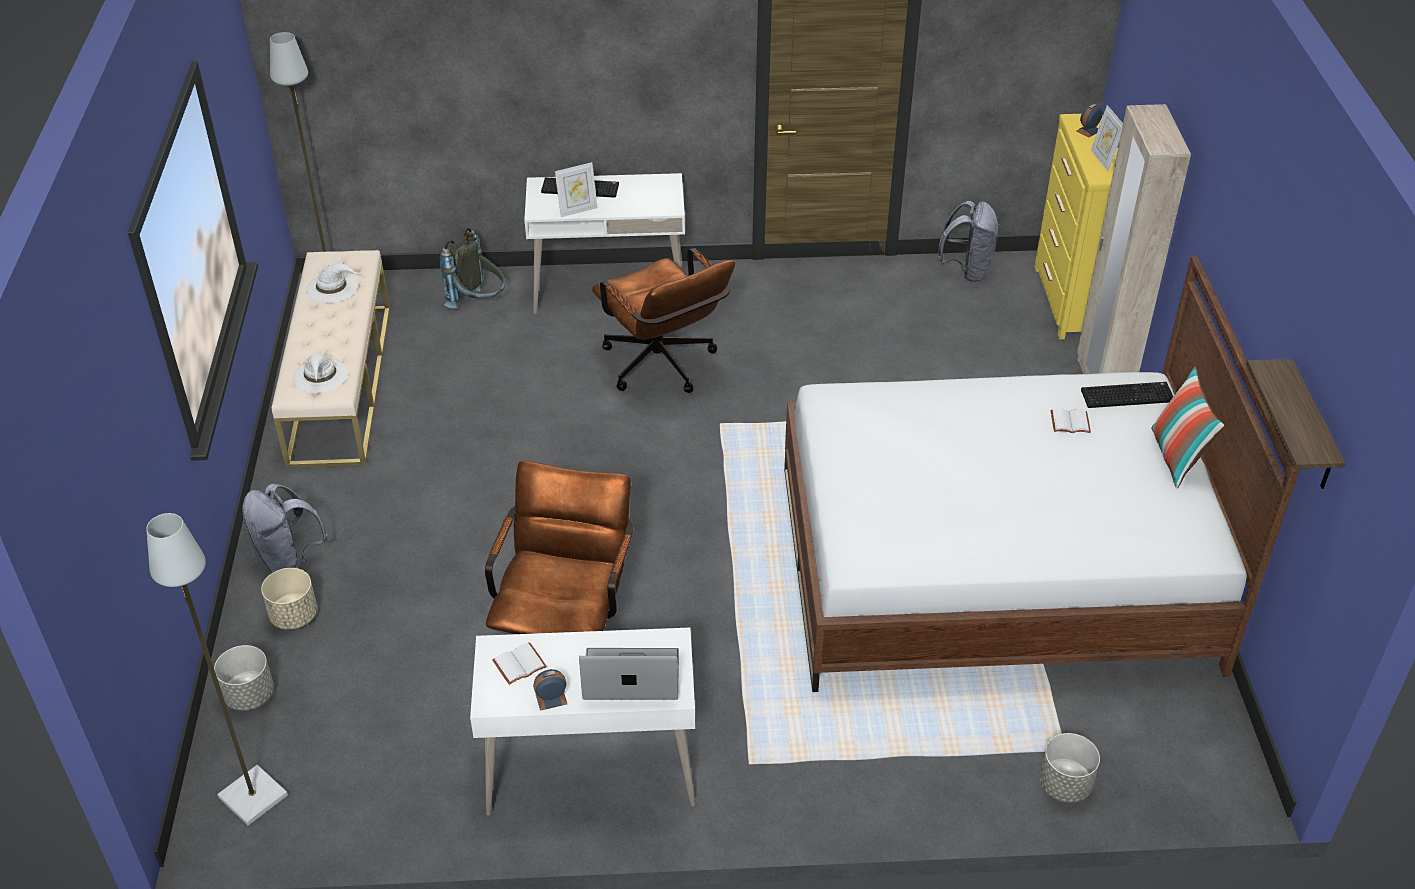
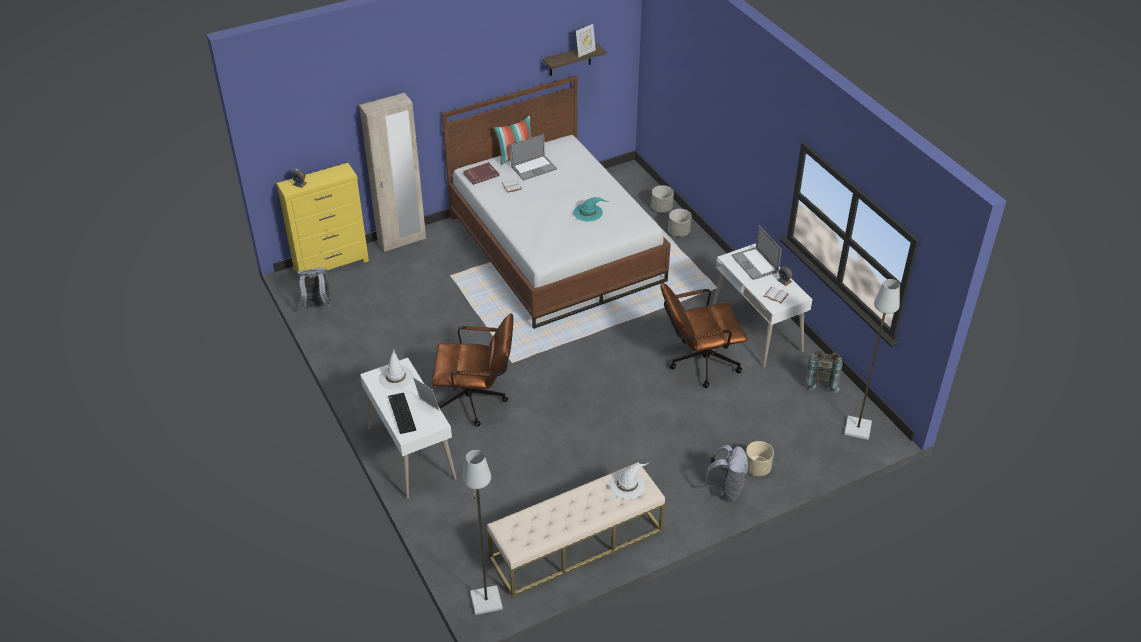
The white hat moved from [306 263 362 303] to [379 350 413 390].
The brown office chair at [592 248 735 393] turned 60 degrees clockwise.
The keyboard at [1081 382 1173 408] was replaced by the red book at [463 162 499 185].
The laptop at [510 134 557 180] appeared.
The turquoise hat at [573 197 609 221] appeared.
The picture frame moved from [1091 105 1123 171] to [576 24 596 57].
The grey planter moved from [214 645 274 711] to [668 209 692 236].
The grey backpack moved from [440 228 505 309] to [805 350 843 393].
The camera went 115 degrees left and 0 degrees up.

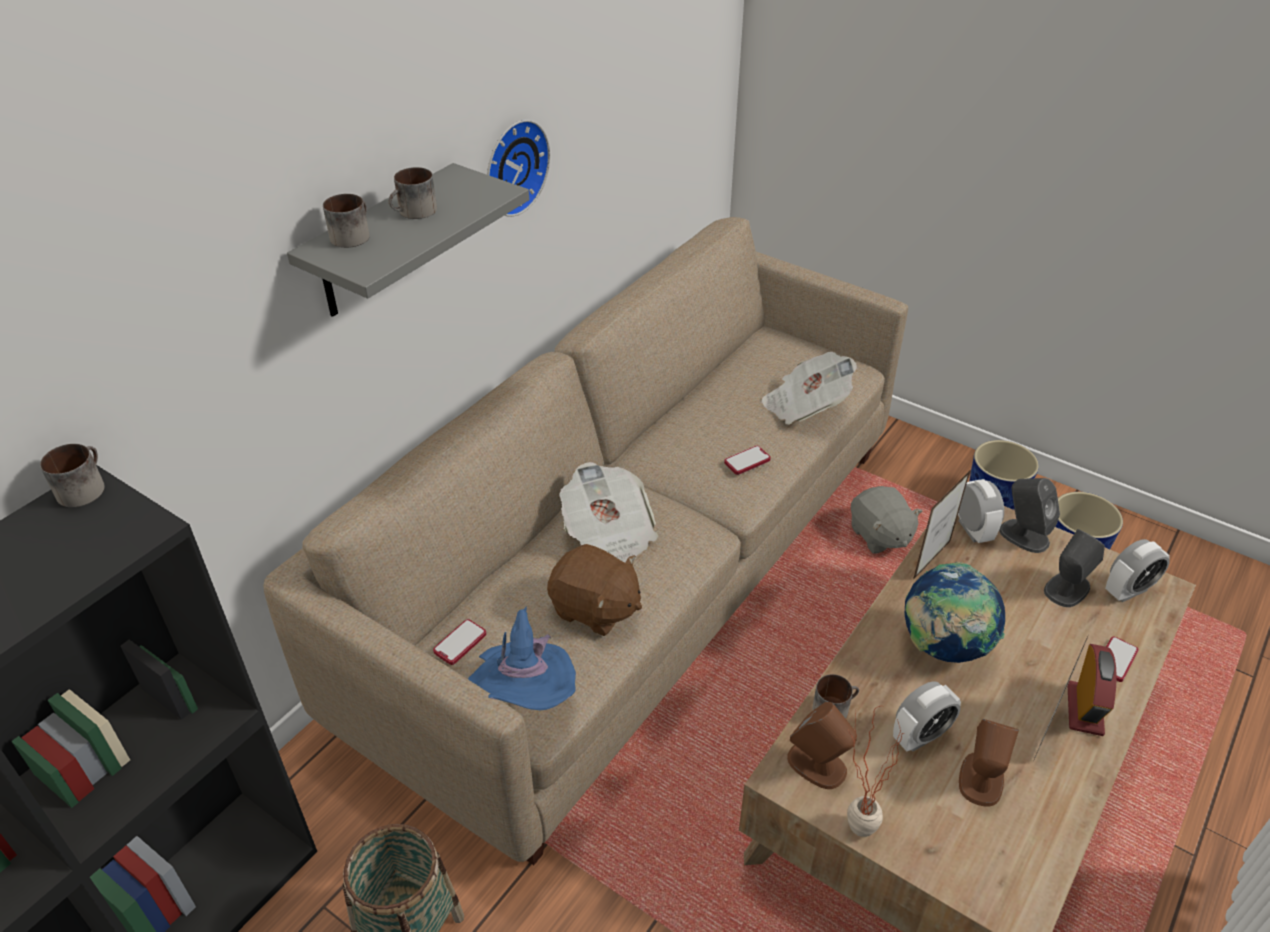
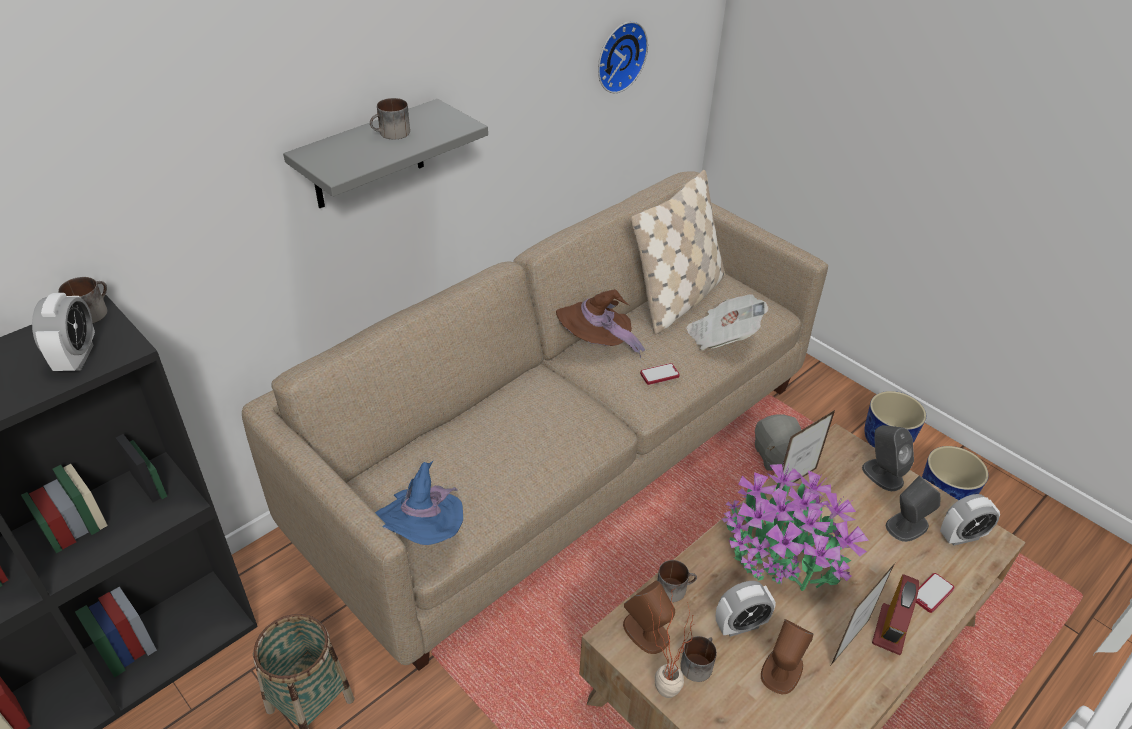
The alarm clock moved from [958 479 1004 543] to [32 293 95 371].
The brown hat at [556 289 645 359] appeared.
The wall clock moved from [487 119 550 217] to [598 21 648 93].
The beige pillow at [631 170 725 334] appeared.
The mug moved from [323 194 370 248] to [680 636 717 682].
The globe at [905 562 1005 663] was replaced by the potted plant at [722 463 869 591].
The phone at [433 619 486 665] disappeared.
The brown plush toy at [547 544 642 636] disappeared.
The newspaper at [559 462 658 562] disappeared.
The camera went 10 degrees right and 0 degrees up.

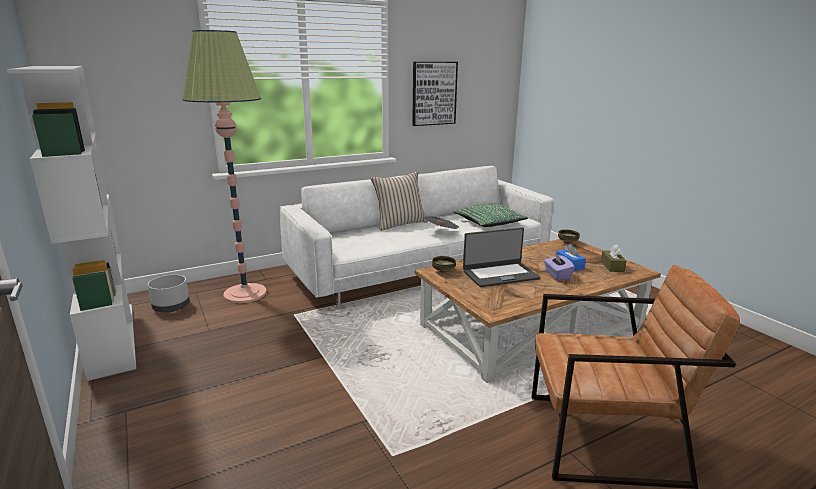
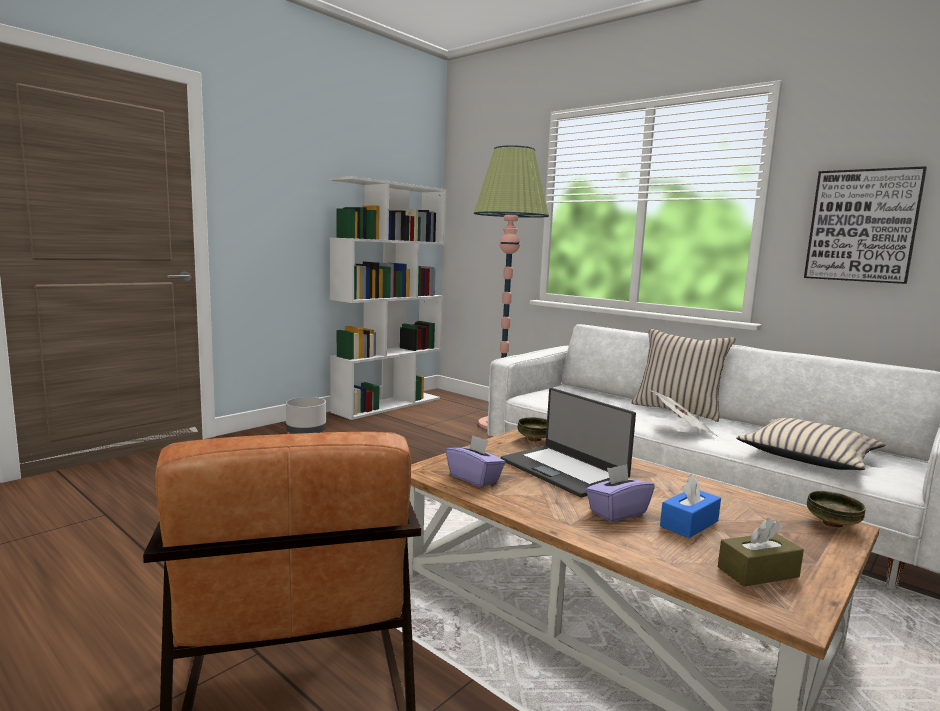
The grey planter moved from [148 275 190 312] to [286 397 326 434].
The purple tissue box at [446 435 506 487] appeared.
The green pillow at [453 203 528 227] became the beige pillow at [736 418 885 470].
The camera went 70 degrees right and 10 degrees down.

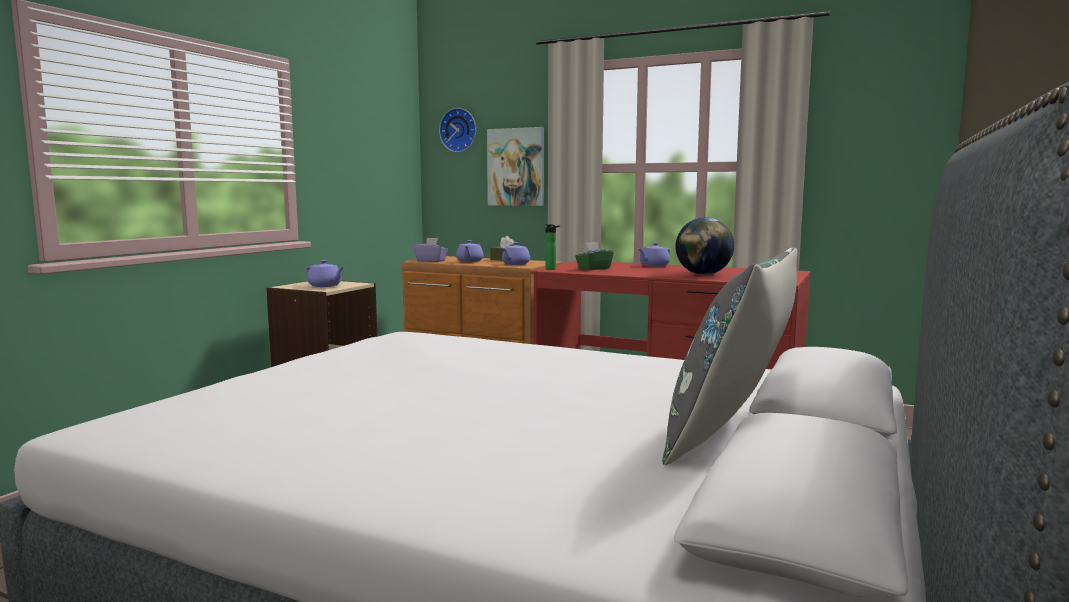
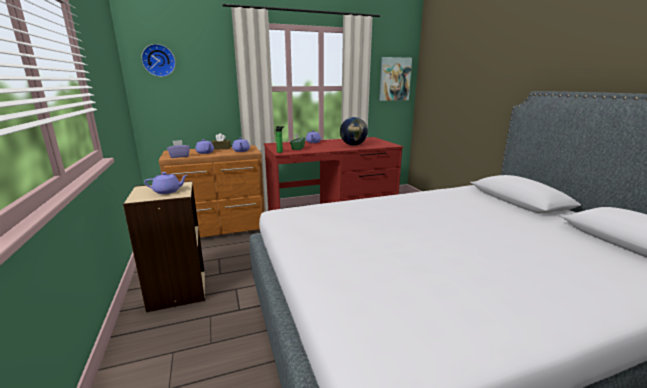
The picture moved from [487 127 544 206] to [379 57 412 101].
The grey pillow at [663 247 798 465] disappeared.
The camera went 45 degrees left and 10 degrees up.

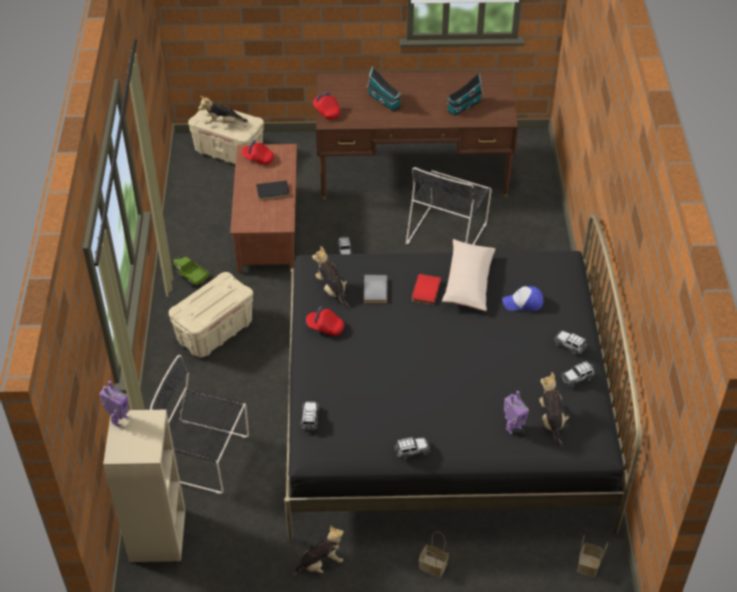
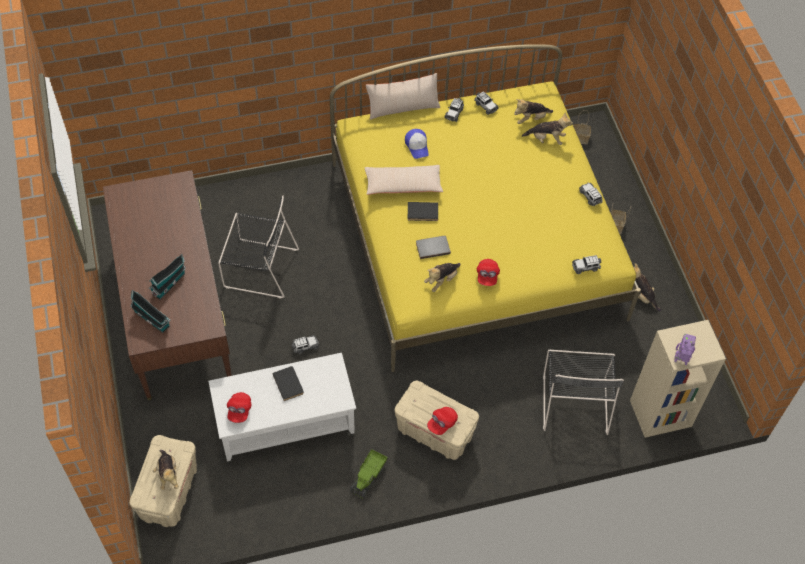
The toy house moved from [446 73 483 116] to [130 290 170 333].
The brown coffee table at [230 144 297 274] became the white coffee table at [208 353 356 462].
The black bed at [284 214 642 541] became the yellow bed at [330 44 641 372].
The beige pillow at [366 73 440 120] appeared.
The red book at [412 274 441 305] became the black book at [408 202 438 221].
The red cap moved from [313 92 341 119] to [427 407 458 435].
The toy robot at [504 391 529 434] was replaced by the plush toy at [522 113 573 145].
The camera went 105 degrees left and 10 degrees up.

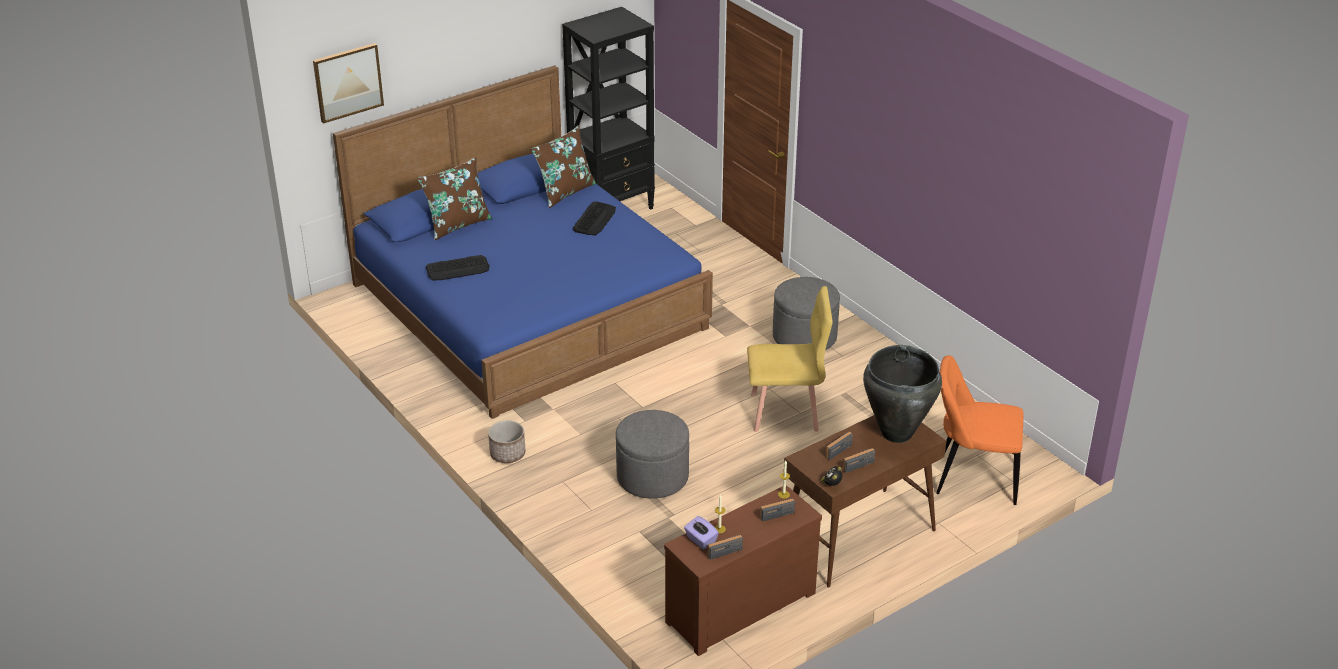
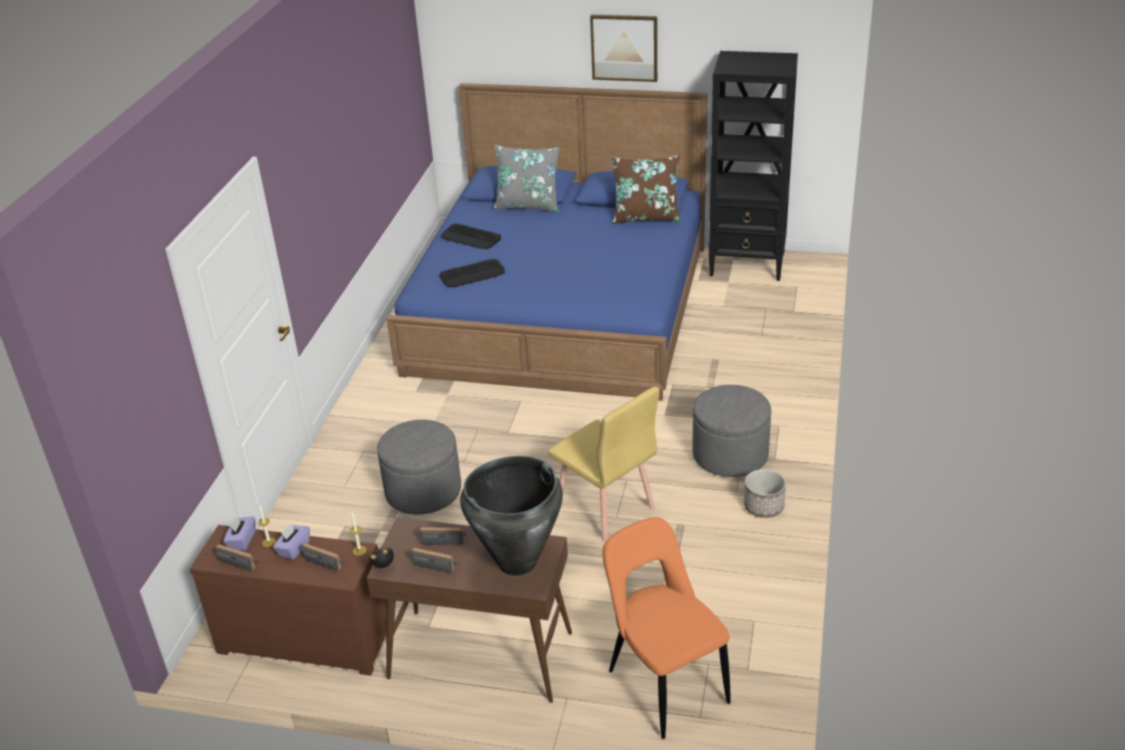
The purple tissue box at [273 524 310 560] appeared.
The keyboard moved from [573 201 616 235] to [439 259 505 287].
The brown pillow at [418 157 492 240] became the grey pillow at [494 145 560 213].
The picture moved from [313 43 384 124] to [590 15 657 82].
The planter moved from [488 420 525 463] to [744 469 786 518].
The camera went 50 degrees right and 0 degrees up.

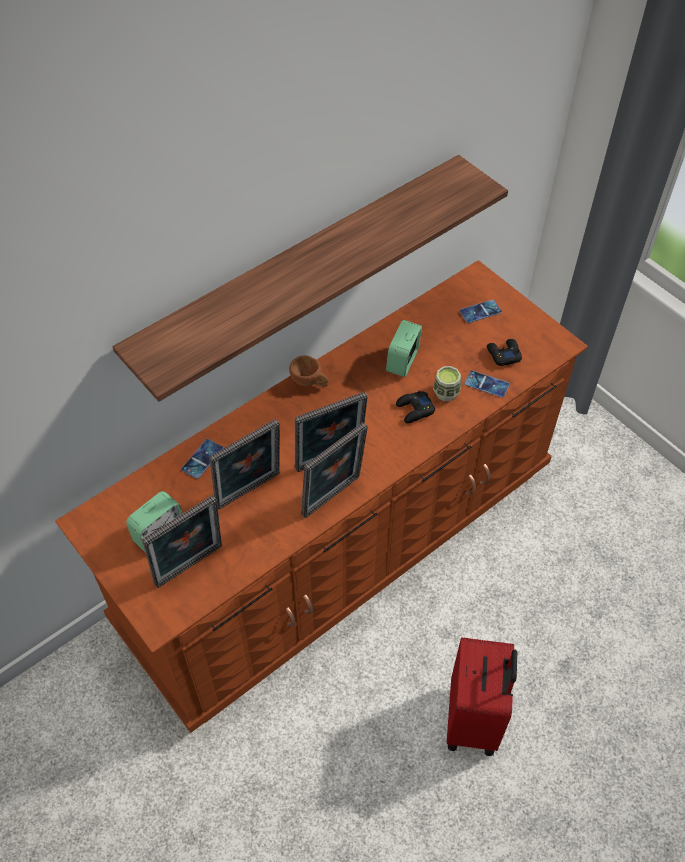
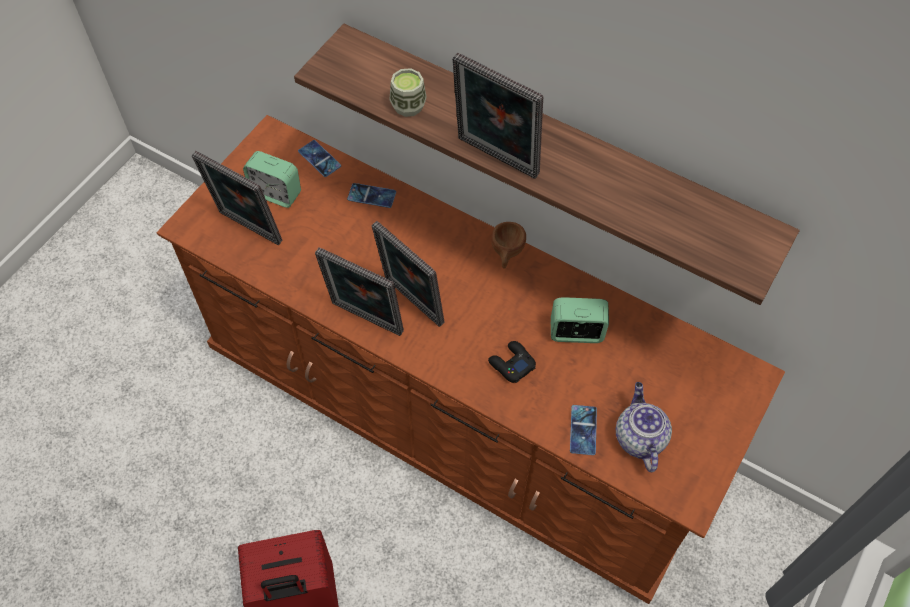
The phone moved from [459 300 502 323] to [298 140 341 177].
The cup moved from [433 366 461 401] to [389 68 427 117].
The picture frame moved from [209 419 280 509] to [452 53 543 179].
The black game controller at [487 339 522 366] was replaced by the teapot at [616 382 672 472].
The camera went 70 degrees right and 5 degrees up.

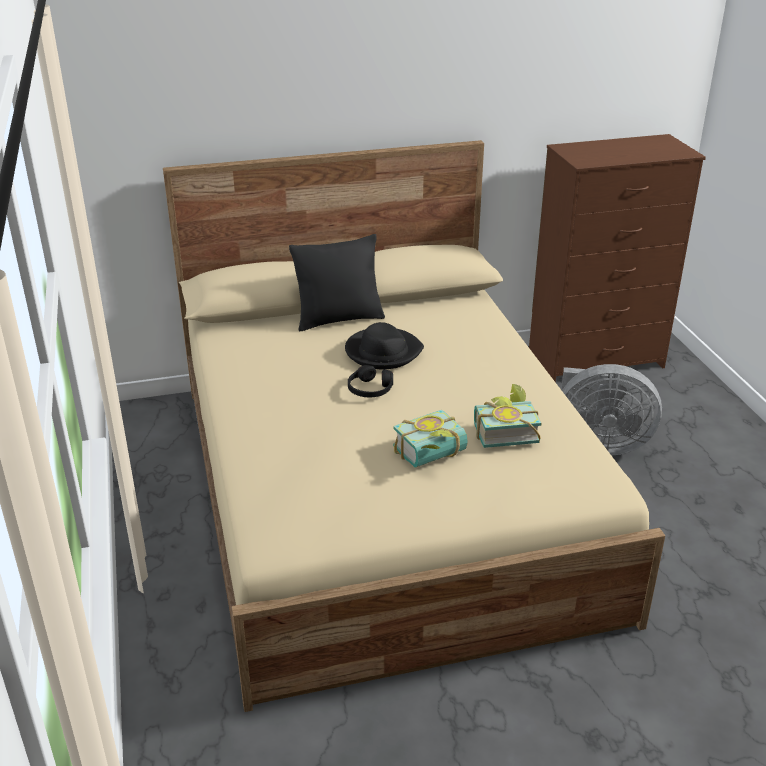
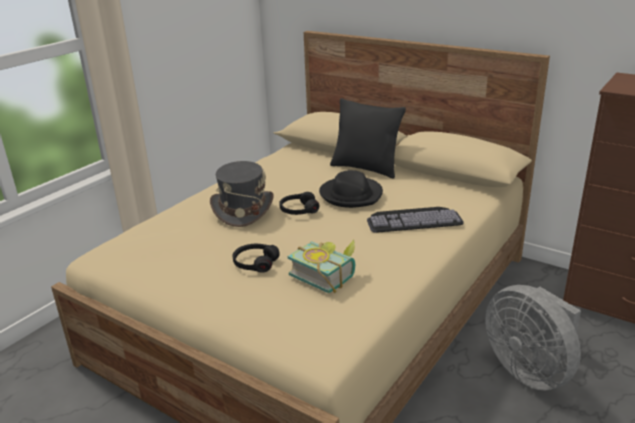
The grey hat at [210 161 274 227] appeared.
The book at [393 410 468 468] was replaced by the black headphones at [233 244 280 273].
The keyboard at [367 207 464 233] appeared.
The camera went 50 degrees right and 5 degrees down.

